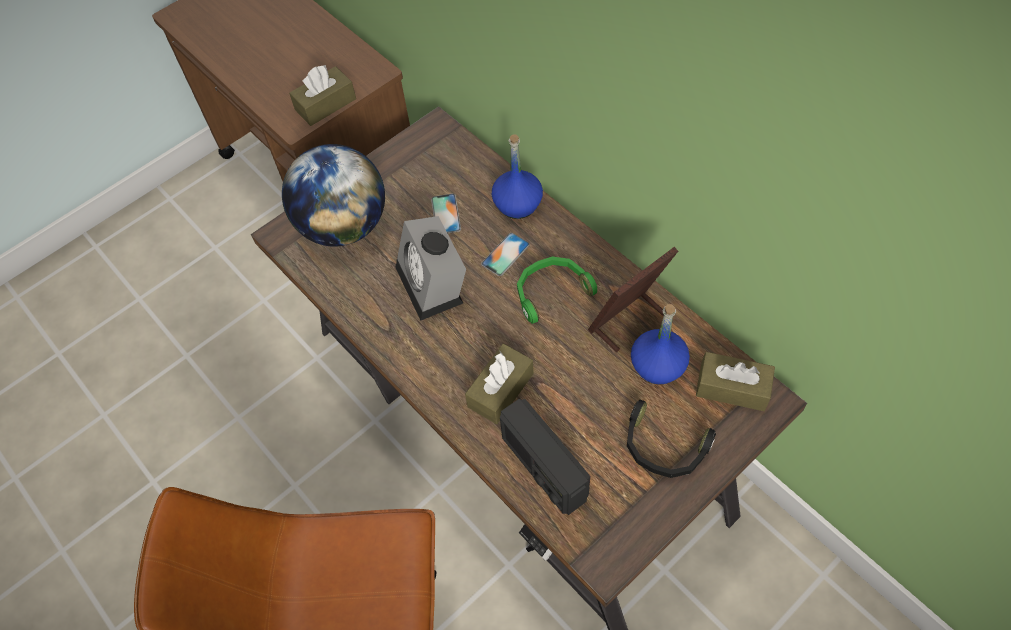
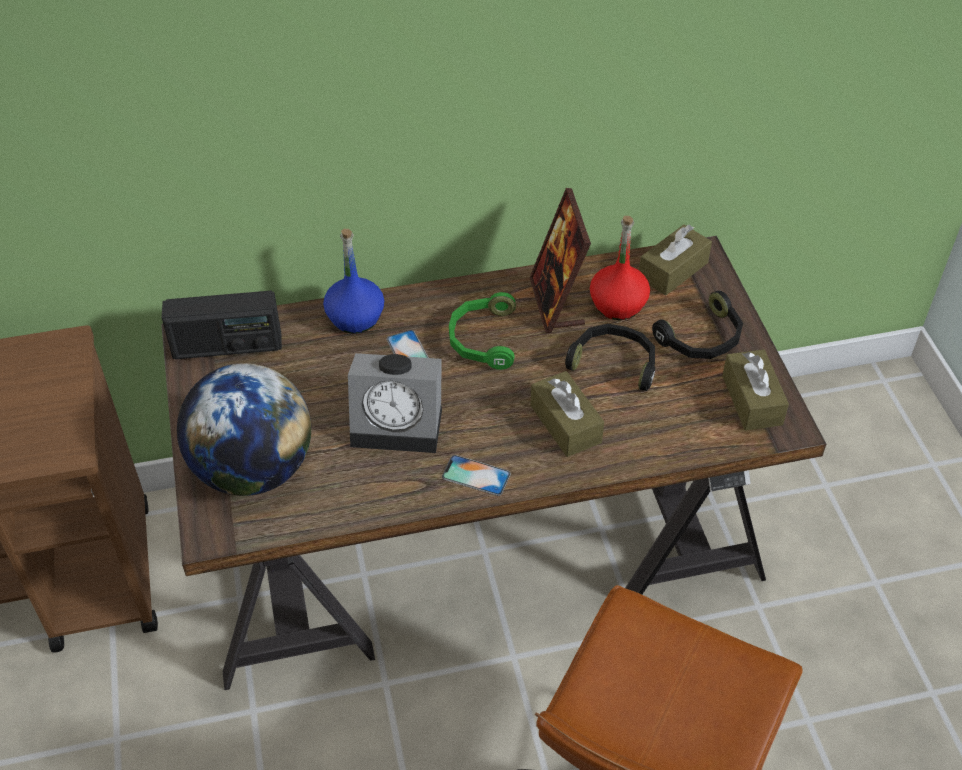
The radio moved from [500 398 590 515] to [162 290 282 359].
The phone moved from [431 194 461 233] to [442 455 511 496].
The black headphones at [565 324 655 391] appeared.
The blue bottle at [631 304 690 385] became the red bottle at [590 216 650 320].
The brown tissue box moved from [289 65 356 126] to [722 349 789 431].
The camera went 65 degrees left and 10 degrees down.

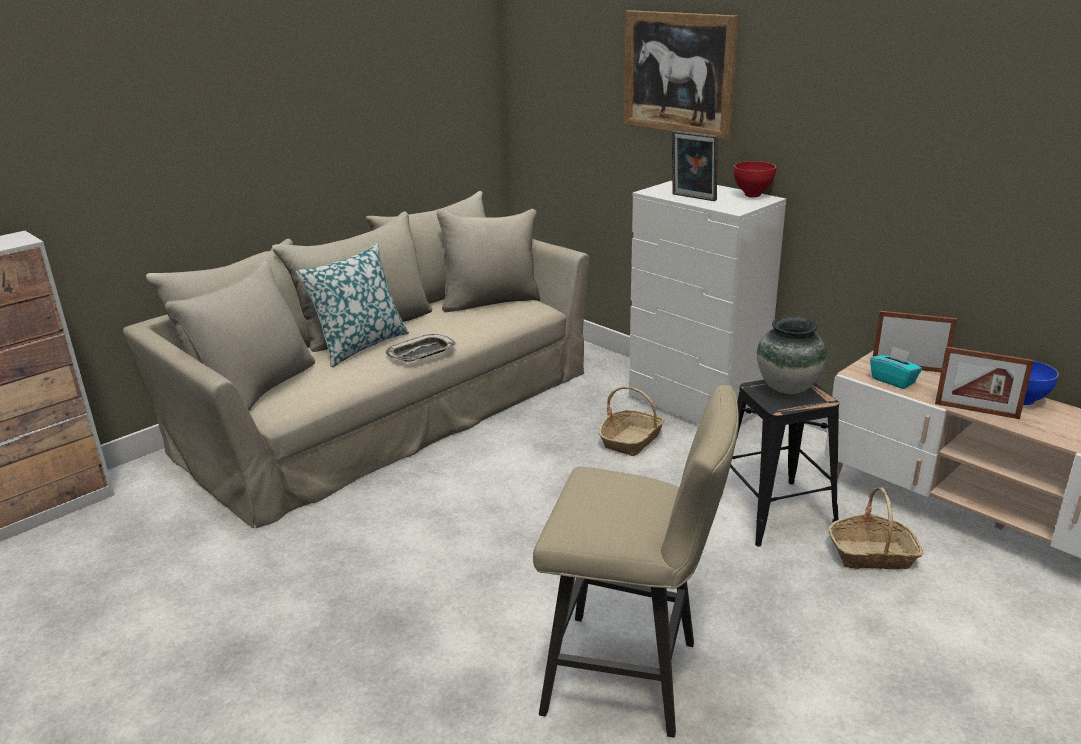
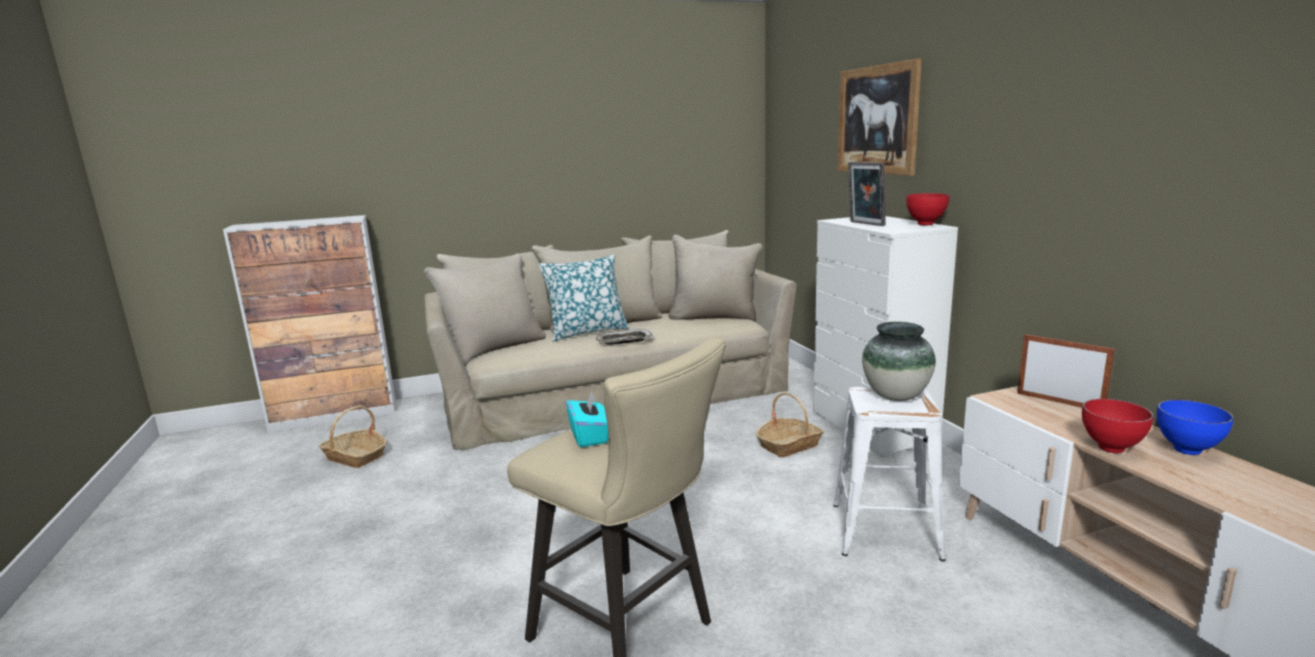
The basket moved from [829 487 924 569] to [318 406 387 468].
The turquoise tissue box moved from [870 347 922 389] to [566 390 609 447].
The black stool at [730 380 839 547] became the white stool at [833 387 945 561].
The picture frame at [935 346 1034 419] was replaced by the red bowl at [1082 399 1154 453].
The camera went 25 degrees right and 10 degrees down.

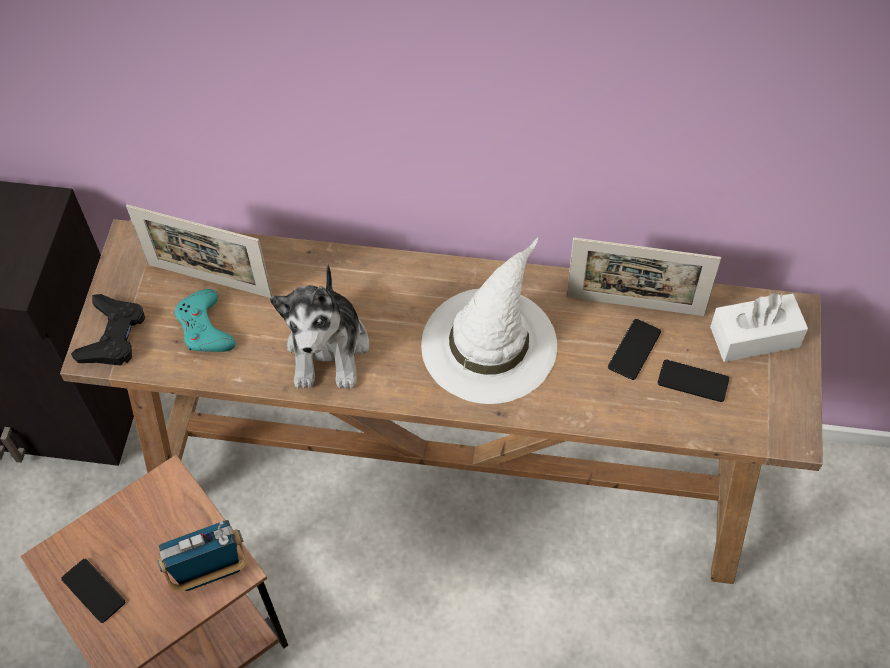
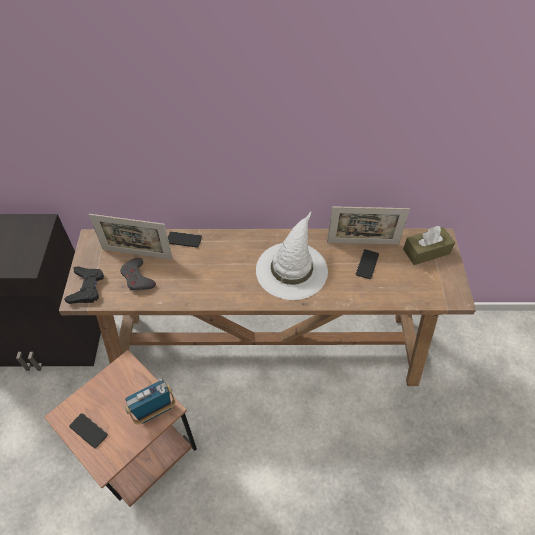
The turquoise game controller at [175 289 236 352] became the grey game controller at [120 258 156 291].
The phone moved from [658 359 729 402] to [168 231 202 248].
The white tissue box at [710 293 808 362] became the brown tissue box at [403 226 455 265].
The plush toy at [270 264 369 389] disappeared.
The camera went 10 degrees left and 5 degrees down.

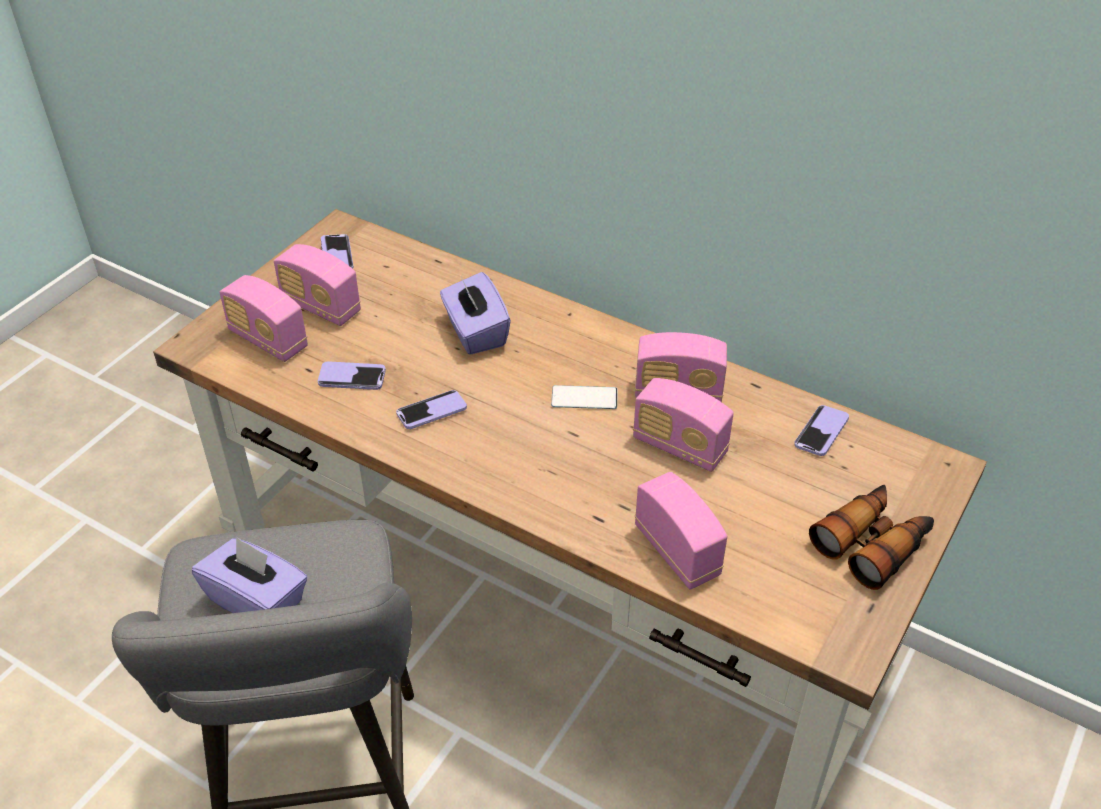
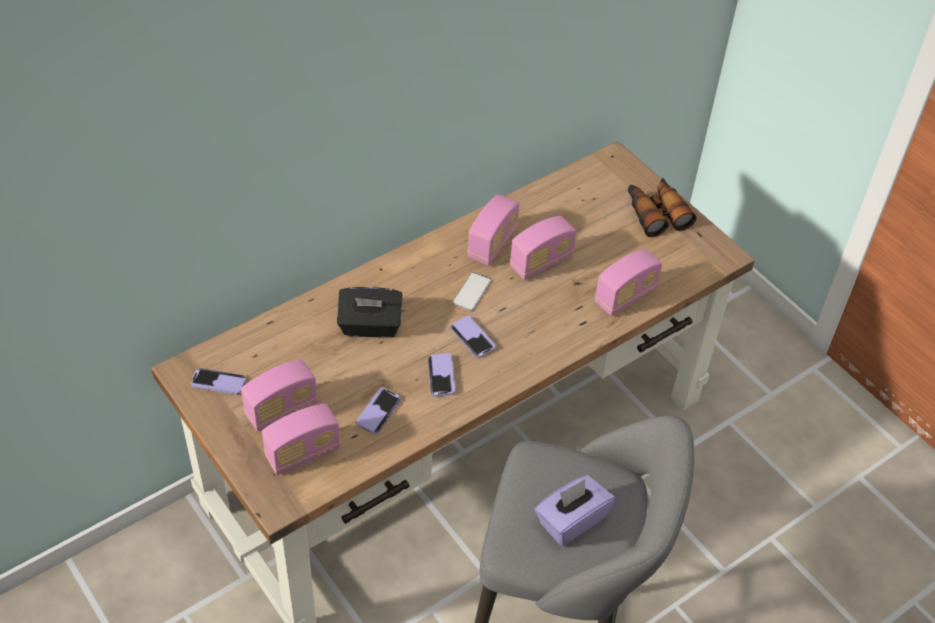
The purple tissue box at [440 272 511 355] became the black tissue box at [337 287 403 338].
The phone moved from [794 405 849 456] to [451 316 496 358].
The radio at [635 472 727 590] turned 150 degrees clockwise.
The camera went 70 degrees left and 5 degrees up.

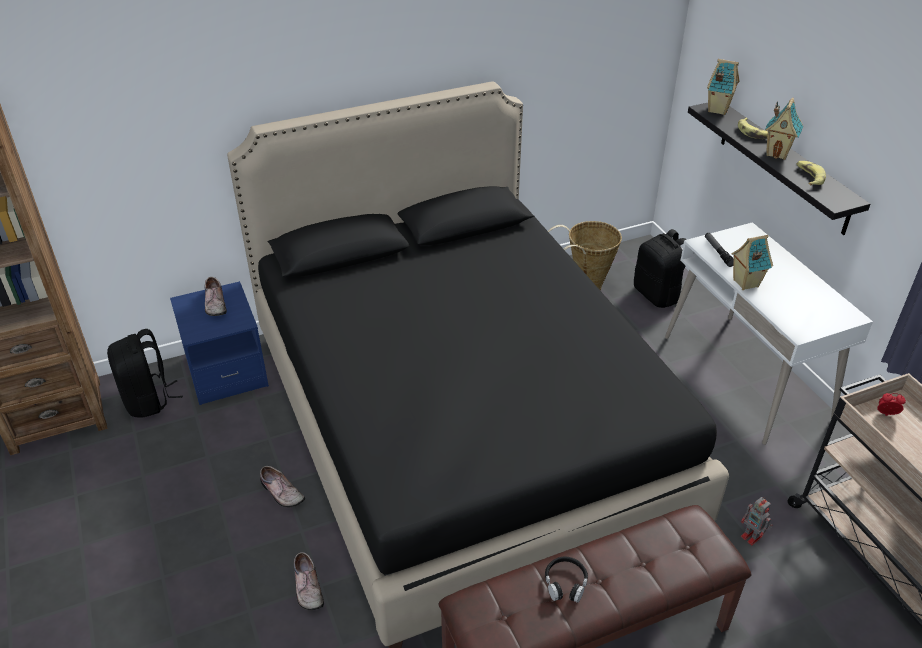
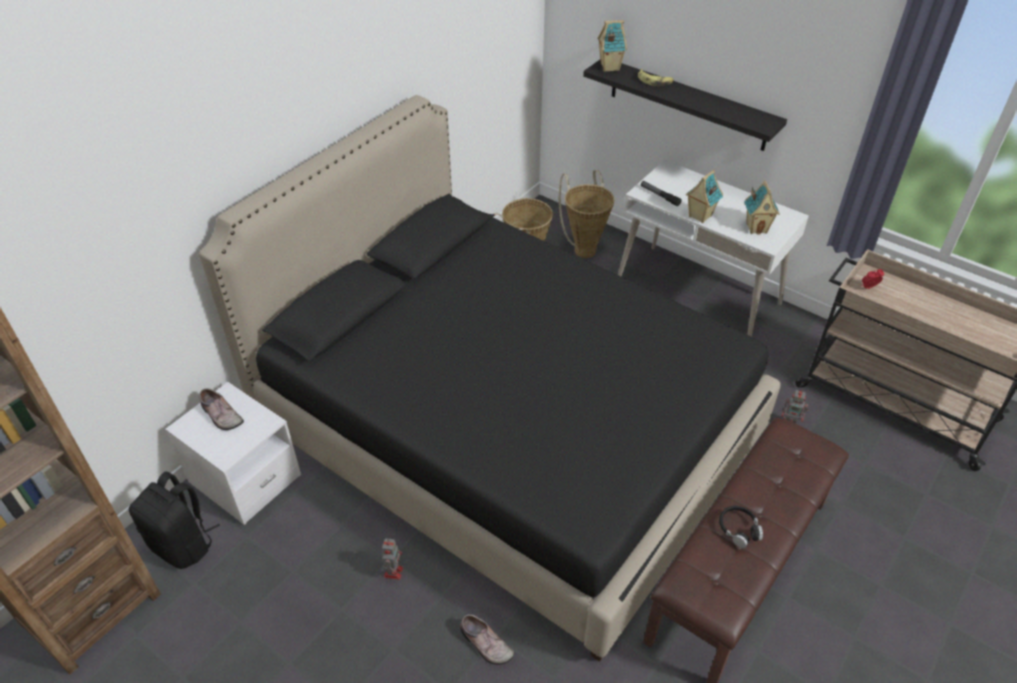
The blue nightstand at [170 281 269 405] became the white nightstand at [165 382 301 525].
The shoe at [260 466 305 507] was replaced by the toy robot at [382 538 403 580].
The black backpack at [634 229 687 308] was replaced by the basket at [559 170 615 258].
The toy house moved from [765 98 803 160] to [744 180 780 234].
The banana at [796 161 826 185] disappeared.
The camera went 30 degrees left and 5 degrees up.

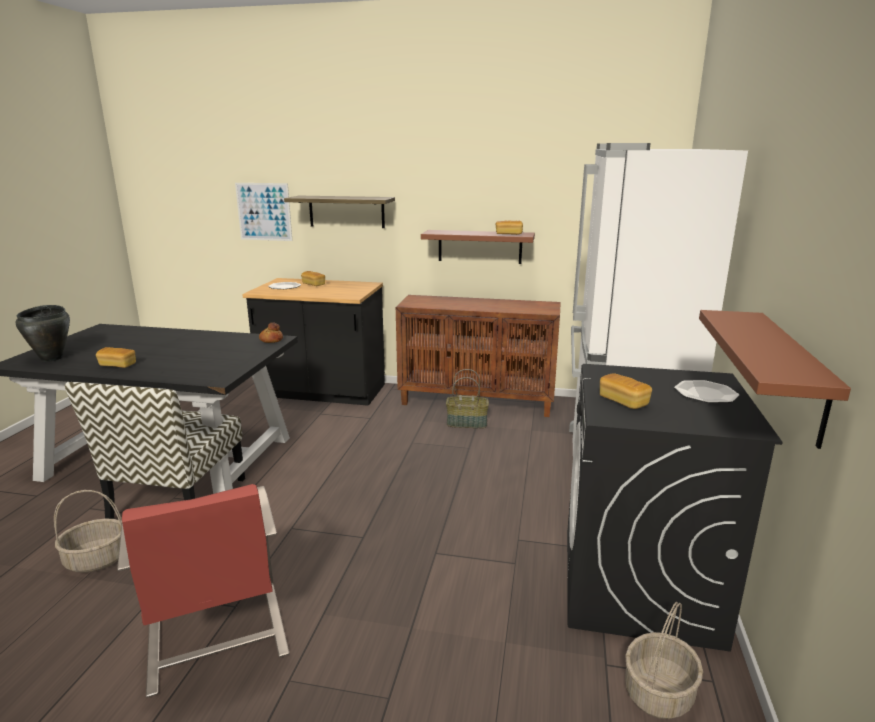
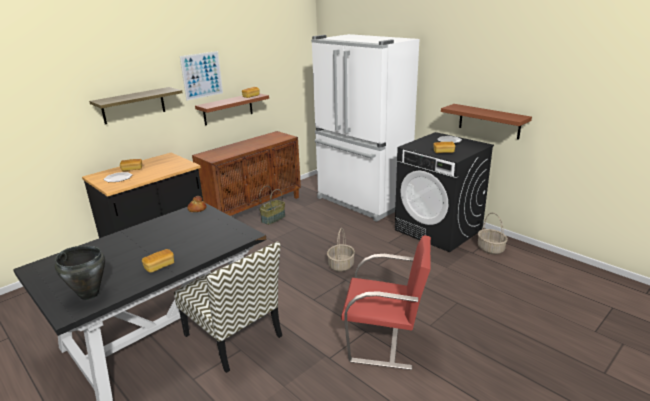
The picture moved from [235 183 292 241] to [180 51 223 101].
The basket moved from [54 490 122 573] to [327 228 355 272].
The camera went 55 degrees left and 5 degrees up.

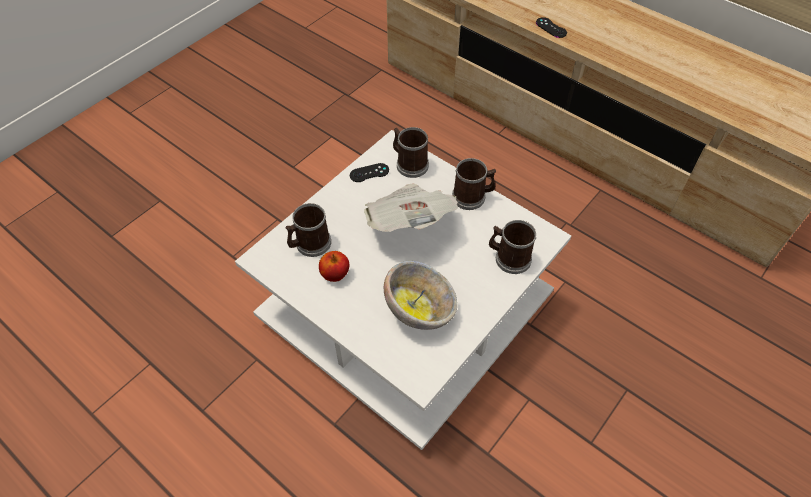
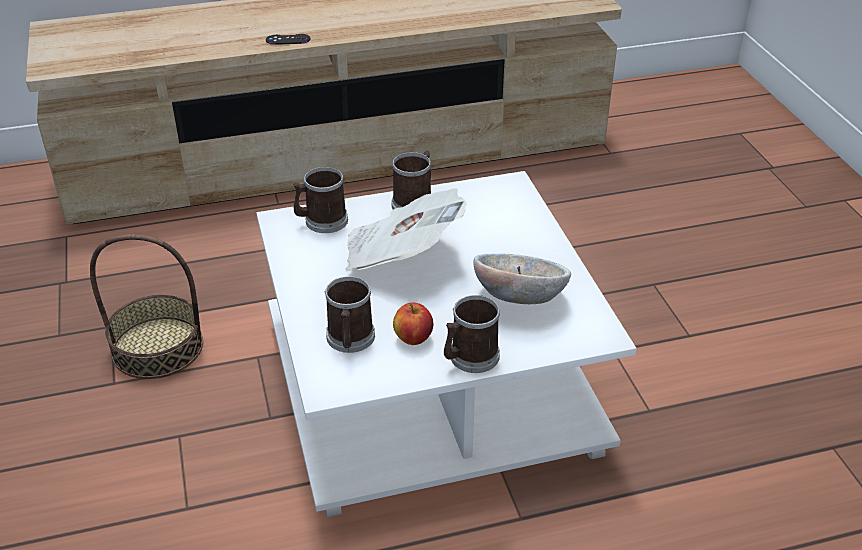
The basket at [90 234 203 379] appeared.
The mug moved from [489 220 536 274] to [444 295 500 373].
The black game controller at [350 163 389 182] disappeared.
The camera went 55 degrees left and 15 degrees down.

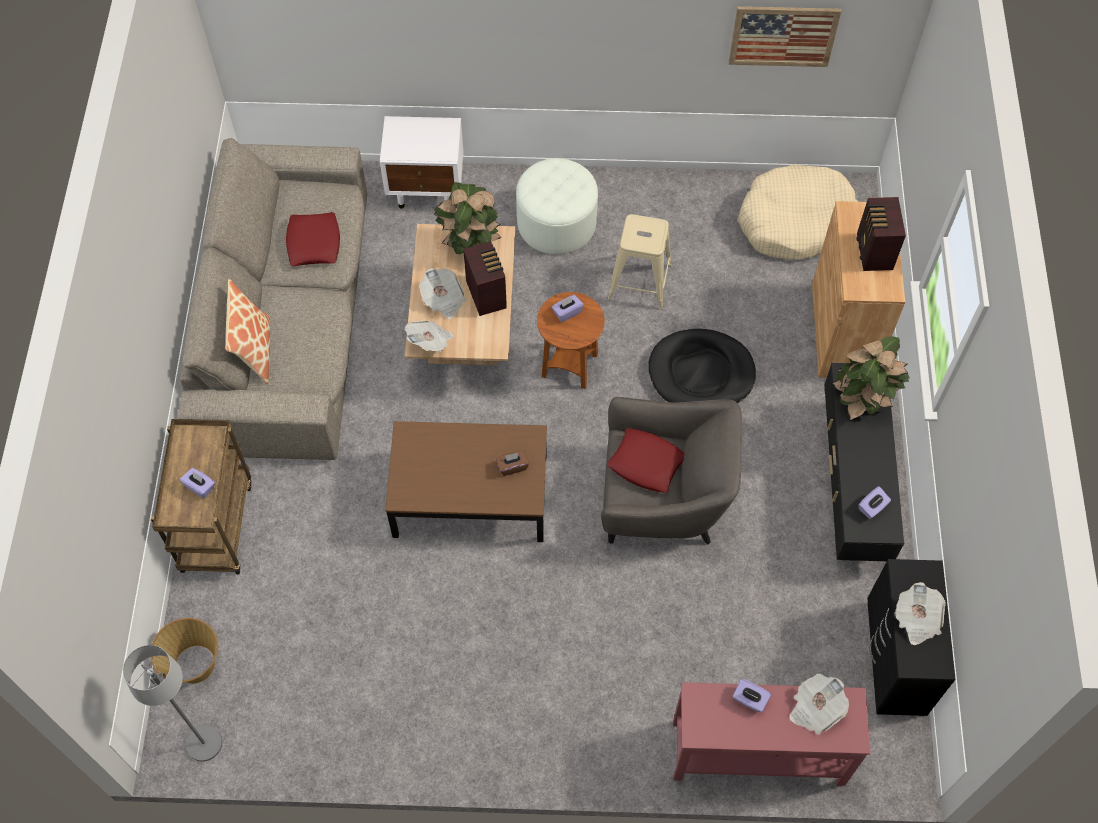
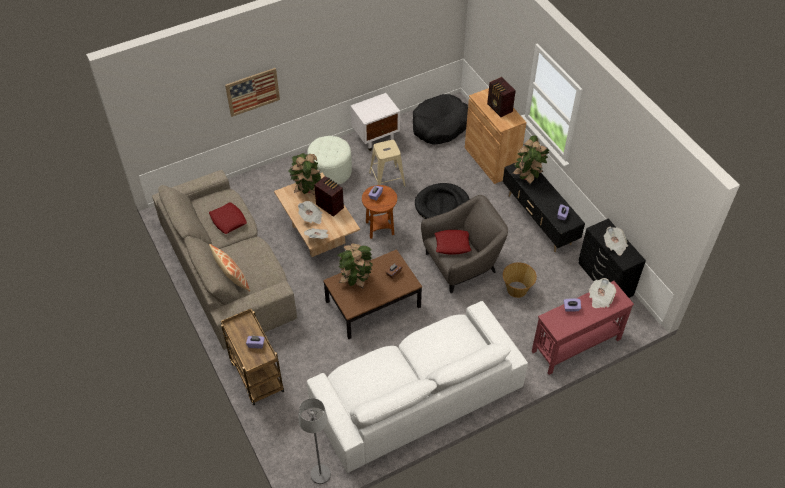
The picture moved from [729 6 841 67] to [225 68 280 117].
The white sofa at [307 301 528 473] appeared.
The potted plant at [338 243 373 288] appeared.
The white nightstand moved from [380 116 464 208] to [350 93 400 151].
The beige dog bed at [737 164 859 260] became the black dog bed at [413 94 468 145].
The basket moved from [150 618 218 684] to [503 262 537 298].
The camera went 30 degrees left and 10 degrees down.

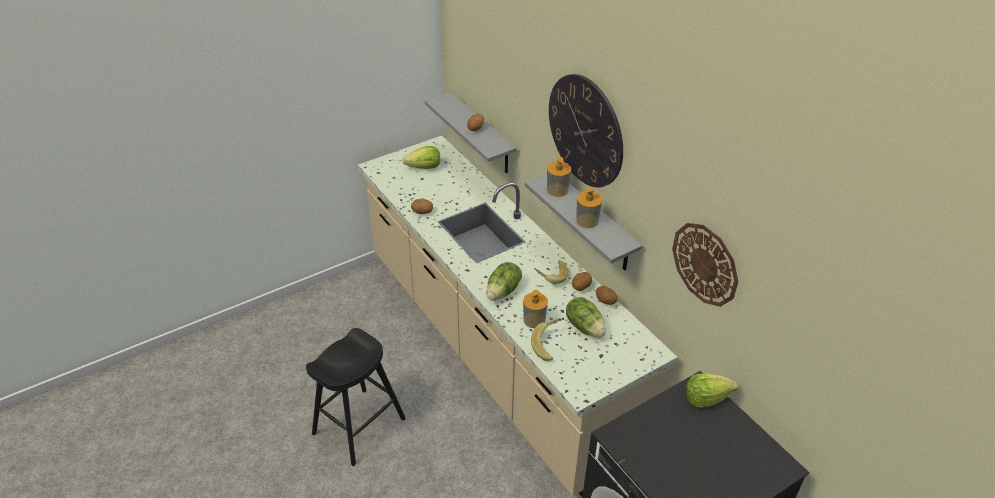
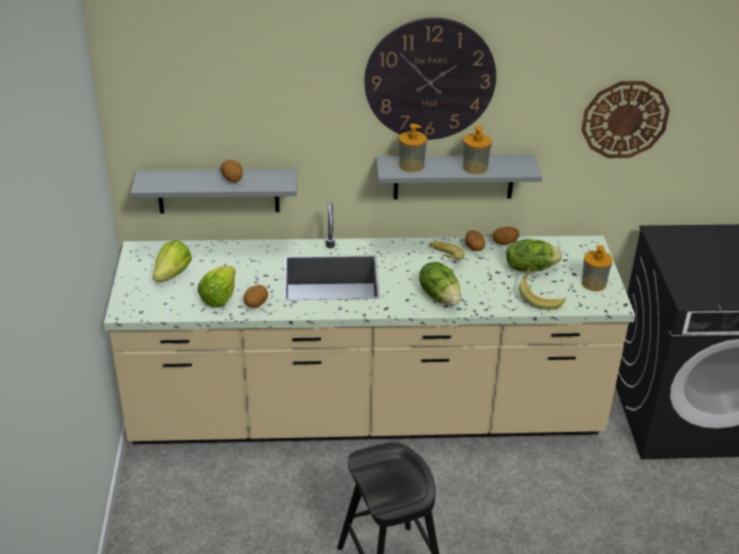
The lettuce moved from [686 373 738 408] to [198 266 235 307].
The soap dispenser moved from [523 290 548 328] to [582 245 613 291].
The camera went 60 degrees left and 5 degrees down.

